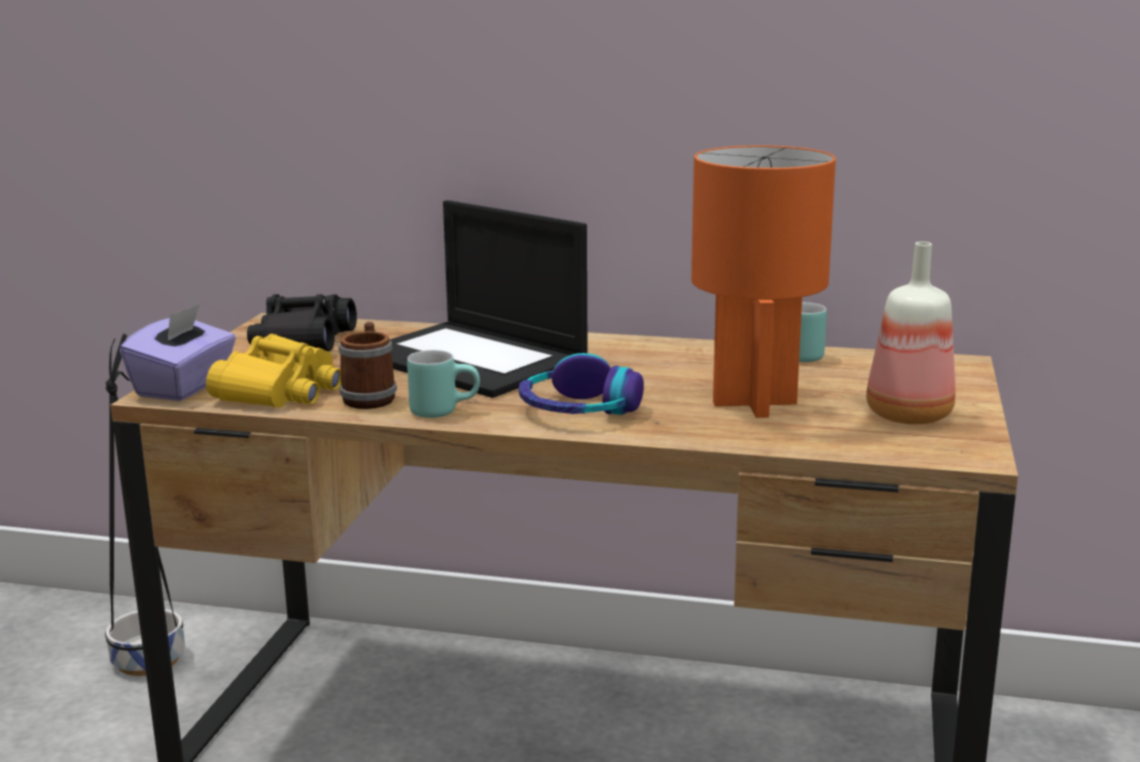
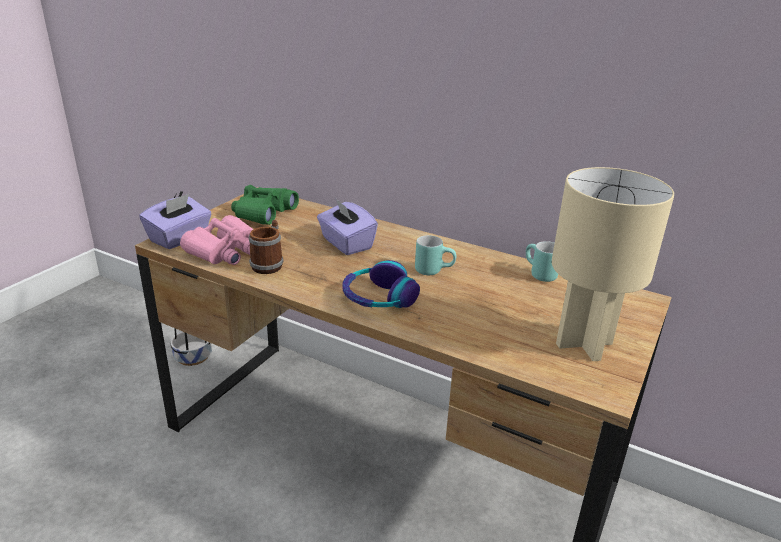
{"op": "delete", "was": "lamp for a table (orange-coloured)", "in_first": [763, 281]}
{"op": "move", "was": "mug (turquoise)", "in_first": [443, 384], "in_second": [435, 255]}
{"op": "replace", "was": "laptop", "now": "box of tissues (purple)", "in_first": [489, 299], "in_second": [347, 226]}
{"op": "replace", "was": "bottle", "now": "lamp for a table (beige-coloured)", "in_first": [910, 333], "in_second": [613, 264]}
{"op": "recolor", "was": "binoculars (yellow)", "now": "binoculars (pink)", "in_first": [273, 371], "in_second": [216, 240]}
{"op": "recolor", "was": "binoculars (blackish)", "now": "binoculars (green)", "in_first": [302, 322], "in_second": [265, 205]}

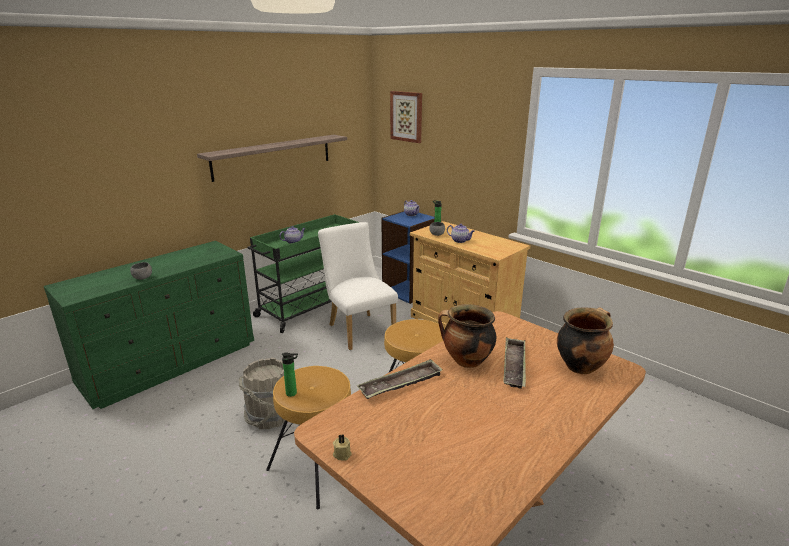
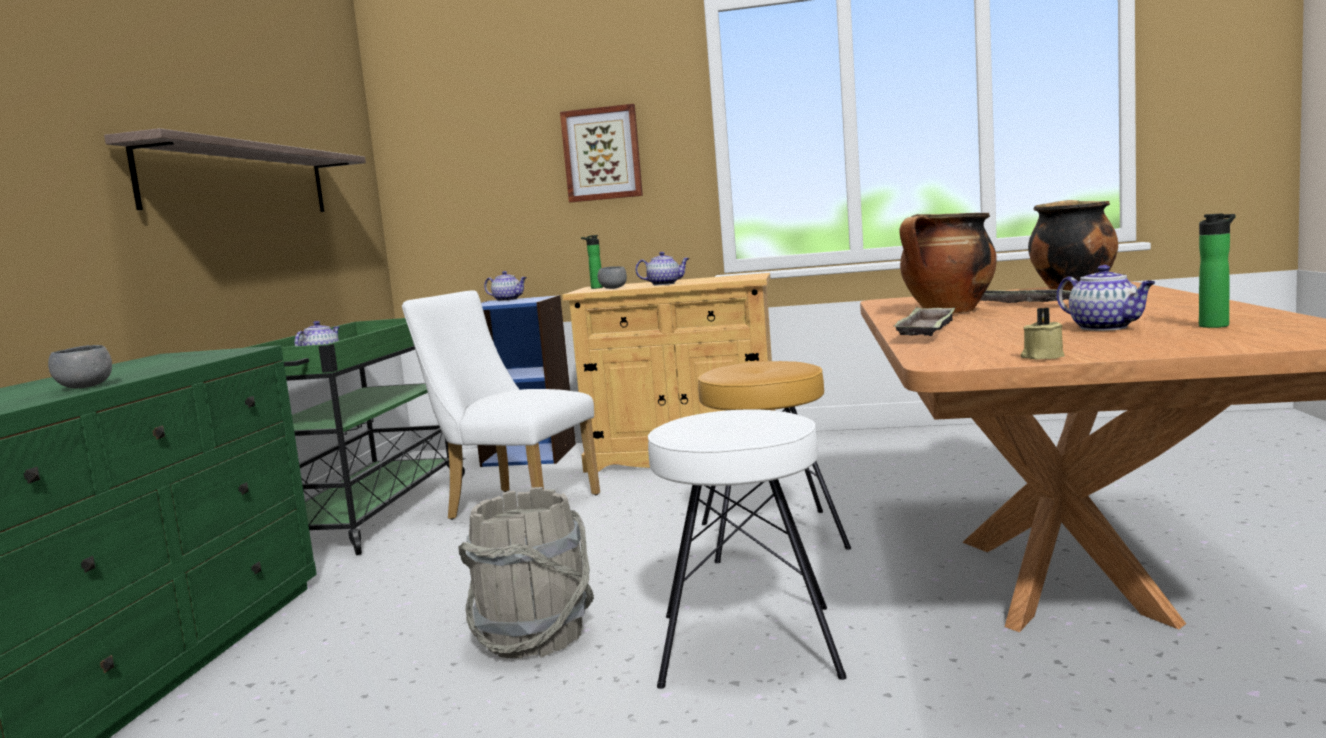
{"op": "insert", "now": "tea pot", "in_second": [1106, 298]}
{"op": "move", "was": "bottle", "in_first": [290, 374], "in_second": [1217, 270]}
{"op": "move", "was": "wall picture", "in_first": [406, 117], "in_second": [601, 153]}
{"op": "recolor", "was": "stool seat (brown-coloured)", "now": "stool seat (white)", "in_first": [308, 437], "in_second": [747, 549]}

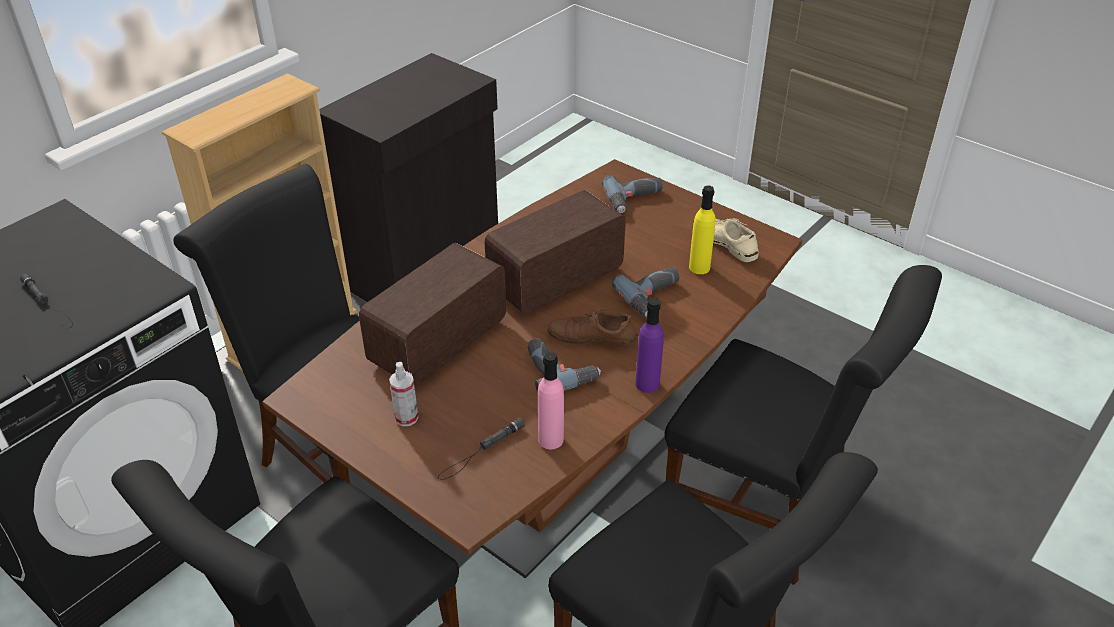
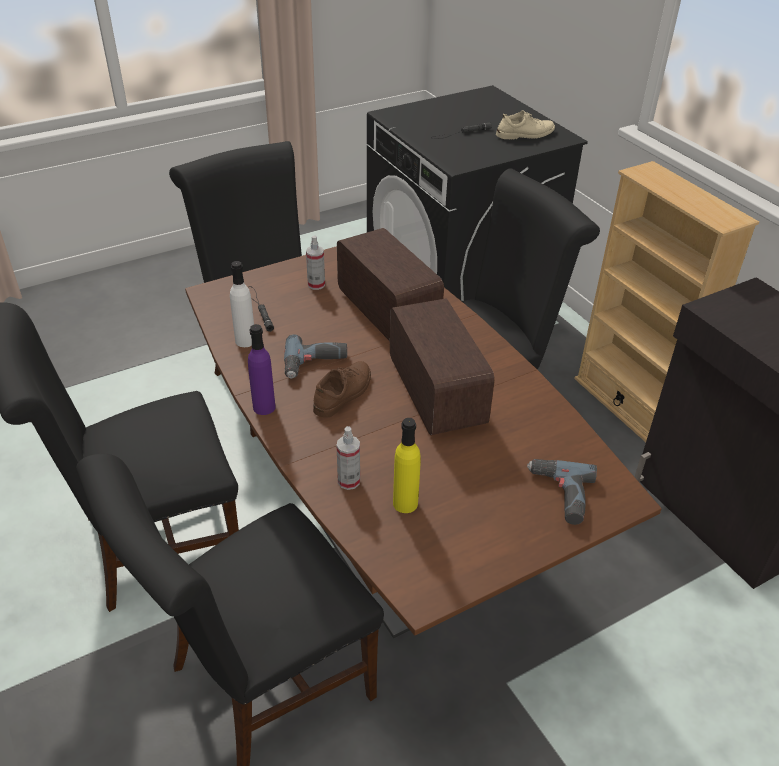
{"op": "delete", "was": "electric drill", "in_first": [645, 292]}
{"op": "insert", "now": "hand sprayer", "in_second": [348, 458]}
{"op": "move", "was": "item of footwear (beige-coloured)", "in_first": [725, 240], "in_second": [525, 124]}
{"op": "recolor", "was": "bottle (pink)", "now": "bottle (white)", "in_first": [551, 400], "in_second": [242, 304]}

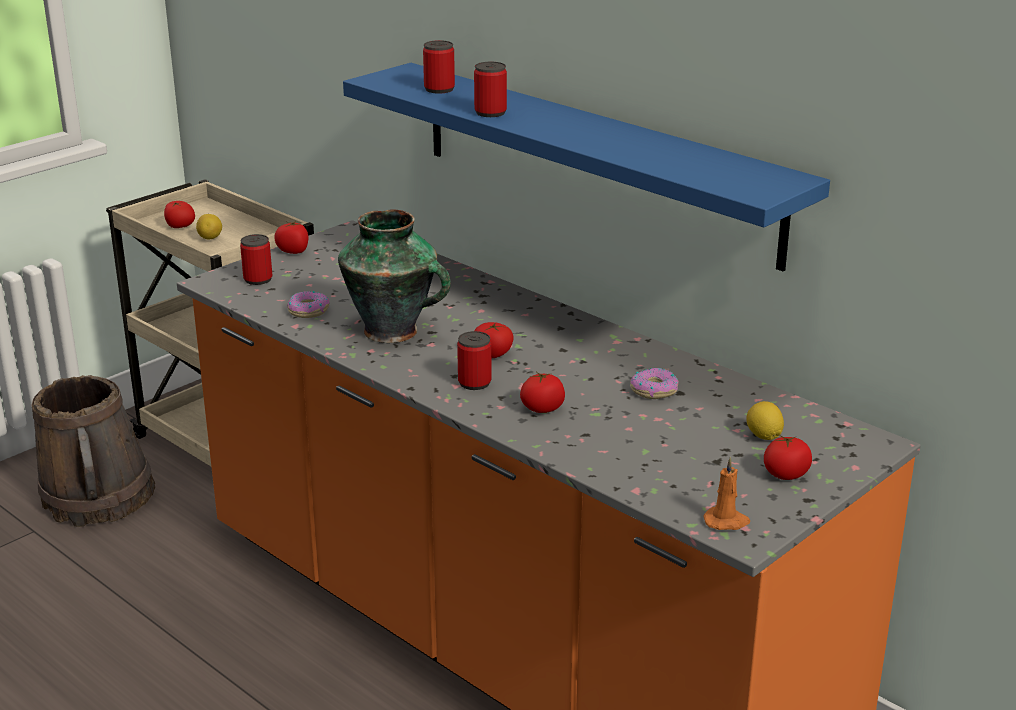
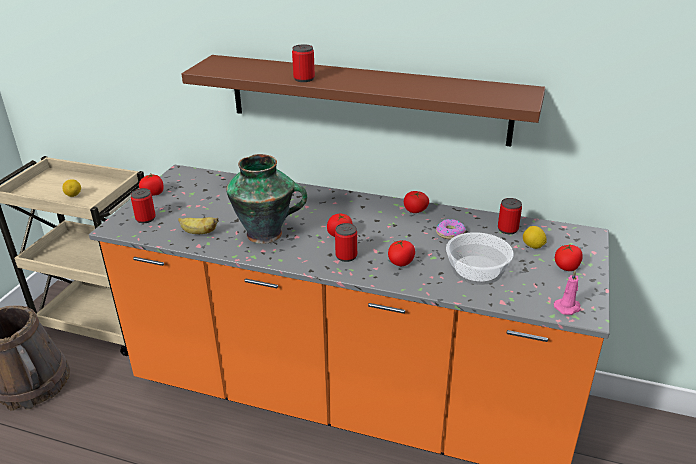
{"op": "insert", "now": "deep dish", "in_second": [479, 258]}
{"op": "move", "was": "whole tomato", "in_first": [179, 214], "in_second": [416, 202]}
{"op": "move", "was": "can", "in_first": [439, 67], "in_second": [510, 216]}
{"op": "replace", "was": "doughnut", "now": "banana", "in_first": [308, 304], "in_second": [198, 225]}
{"op": "recolor", "was": "shelf (blue-coloured)", "now": "shelf (brown-coloured)", "in_first": [586, 167], "in_second": [363, 101]}
{"op": "recolor", "was": "candle (orange-coloured)", "now": "candle (pink)", "in_first": [727, 493], "in_second": [567, 292]}

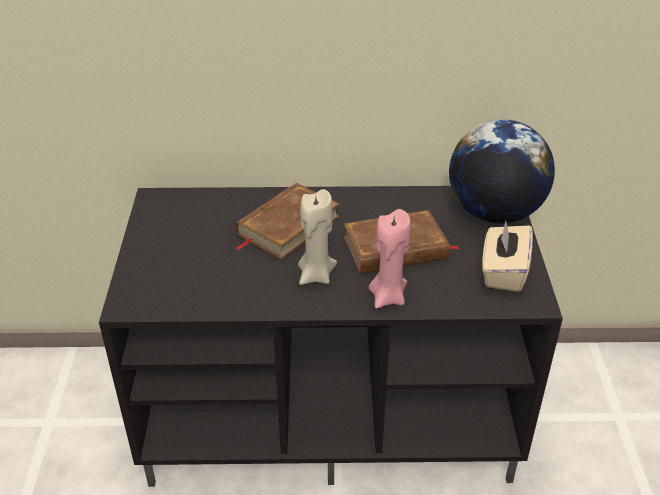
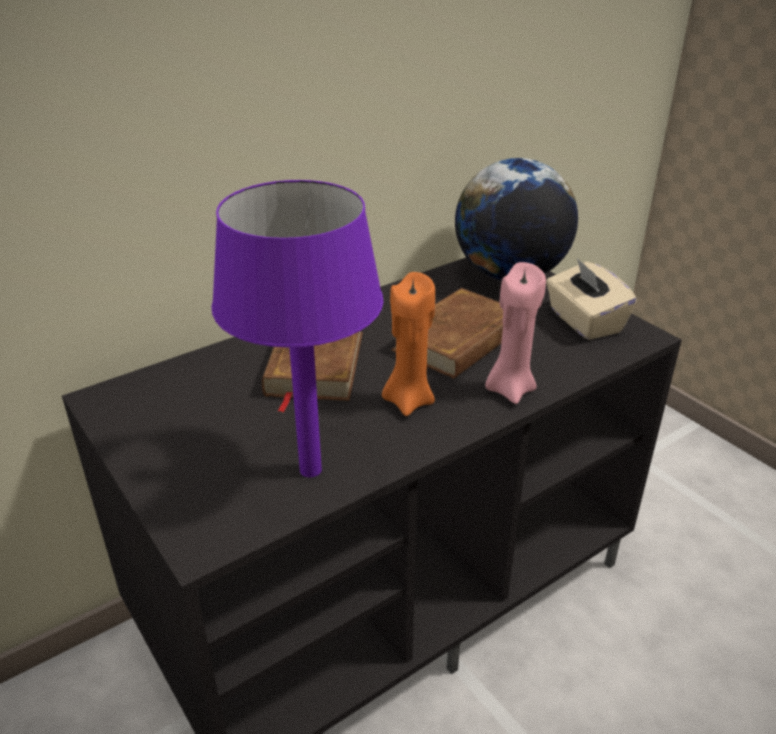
{"op": "insert", "now": "lamp for a table (purple)", "in_second": [297, 328]}
{"op": "recolor", "was": "candle (beige-coloured)", "now": "candle (orange-coloured)", "in_first": [317, 237], "in_second": [408, 344]}

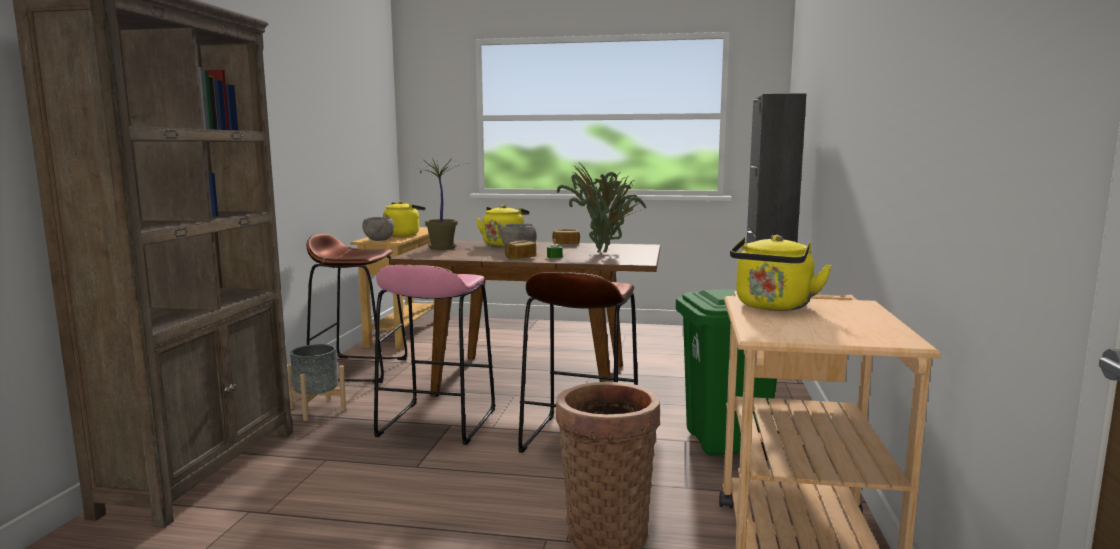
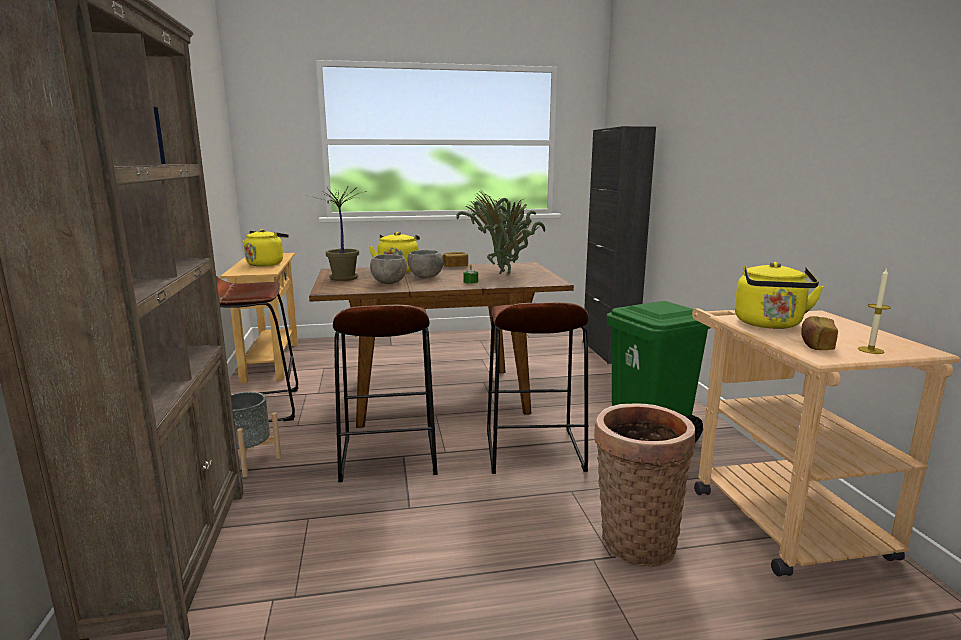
{"op": "insert", "now": "candle", "in_second": [874, 310]}
{"op": "move", "was": "deep dish (greyish)", "in_first": [378, 229], "in_second": [388, 269]}
{"op": "move", "was": "bread", "in_first": [520, 250], "in_second": [819, 333]}
{"op": "recolor", "was": "stool seat (pink)", "now": "stool seat (brown-coloured)", "in_first": [434, 355], "in_second": [385, 393]}

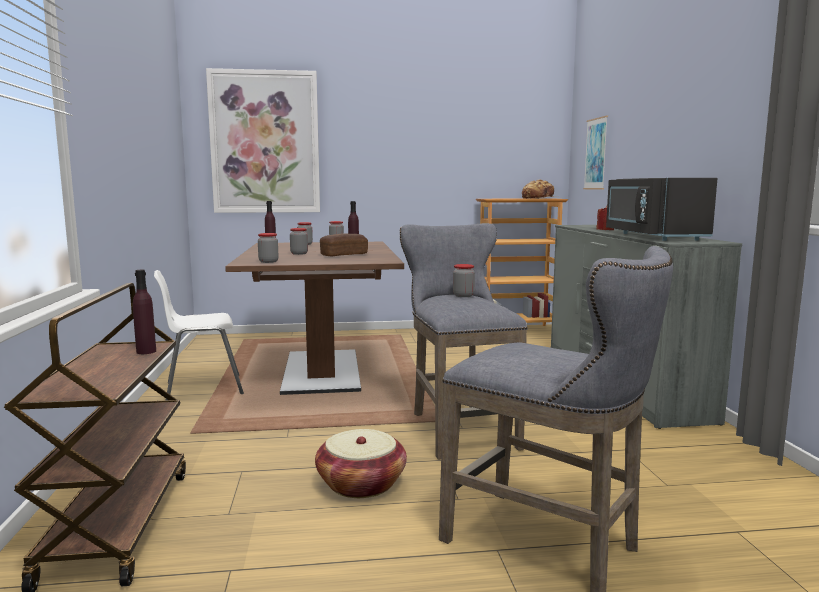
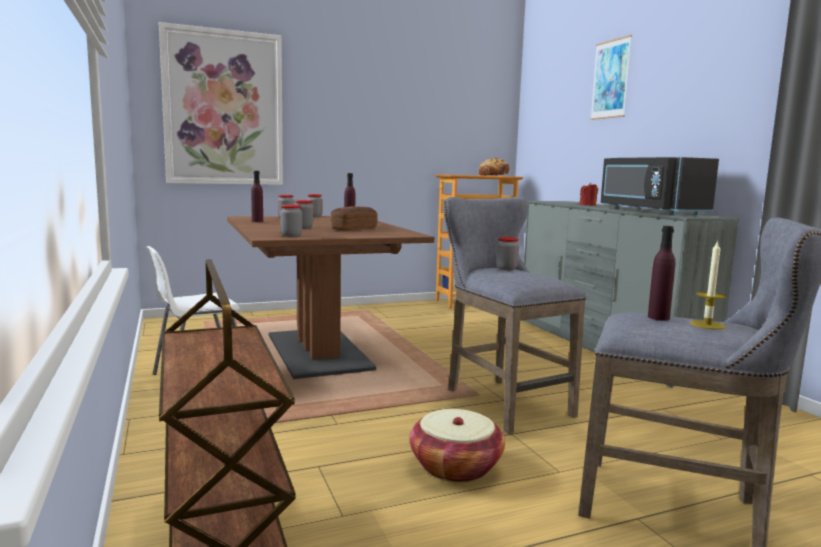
{"op": "insert", "now": "candle", "in_second": [708, 285]}
{"op": "move", "was": "bottle (purple)", "in_first": [144, 312], "in_second": [662, 273]}
{"op": "move", "was": "wall picture", "in_first": [595, 153], "in_second": [611, 77]}

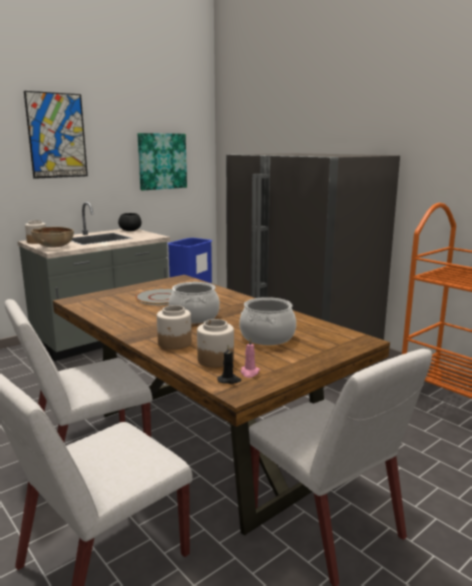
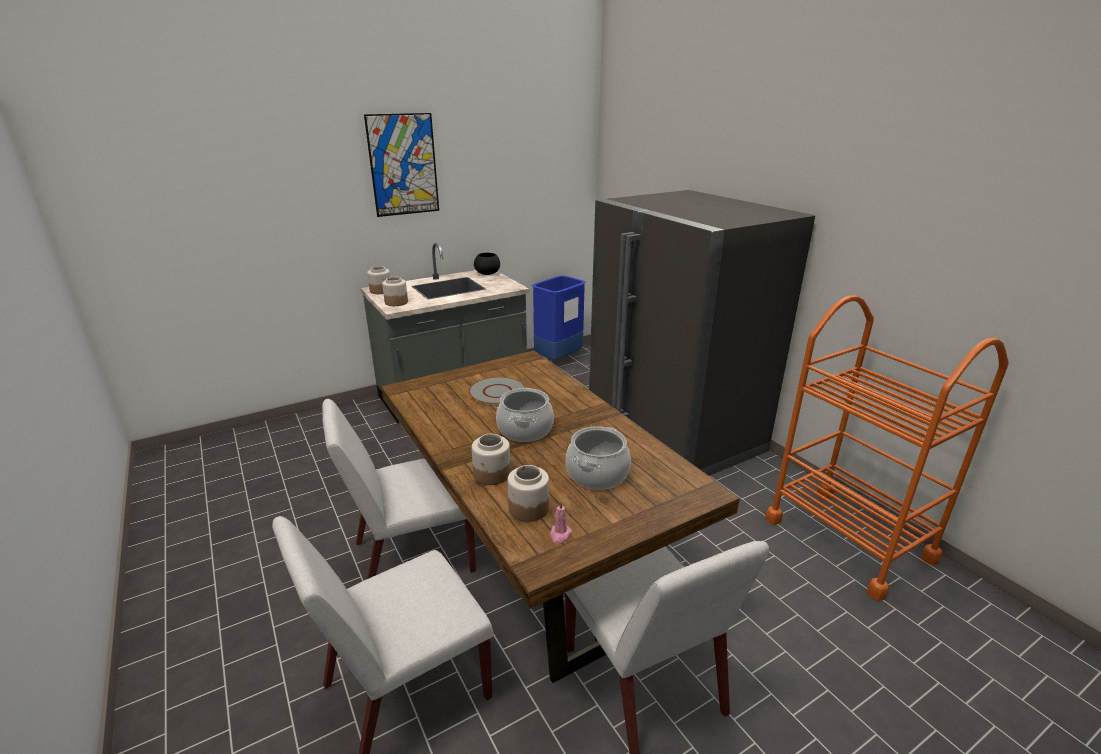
{"op": "delete", "was": "wall picture", "in_first": [162, 162]}
{"op": "delete", "was": "candle (blackish)", "in_first": [229, 364]}
{"op": "replace", "was": "deep dish (brown-coloured)", "now": "storage jar", "in_first": [52, 237], "in_second": [395, 291]}

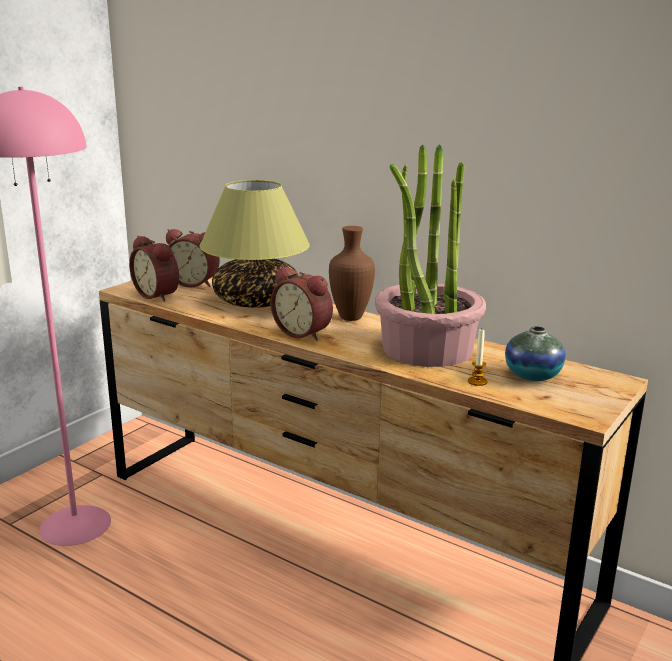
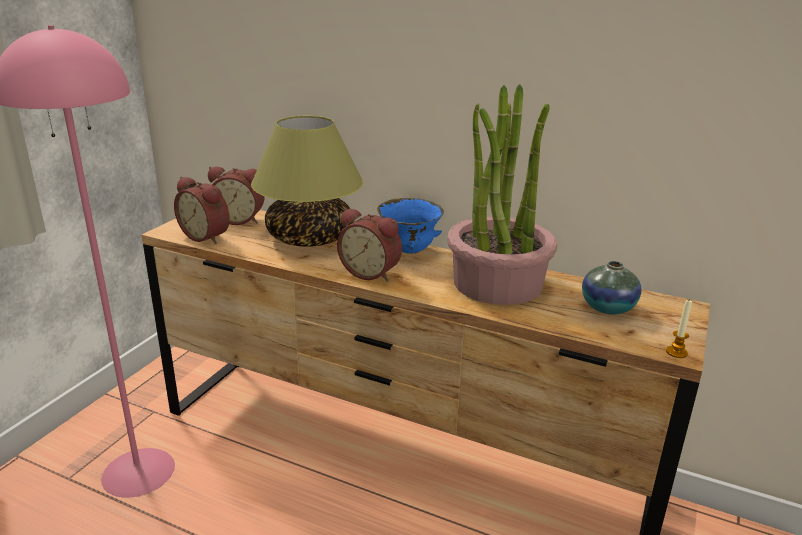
{"op": "move", "was": "candle", "in_first": [477, 357], "in_second": [679, 329]}
{"op": "replace", "was": "decorative vase (brown-coloured)", "now": "deep dish (blue-coloured)", "in_first": [352, 273], "in_second": [410, 226]}

